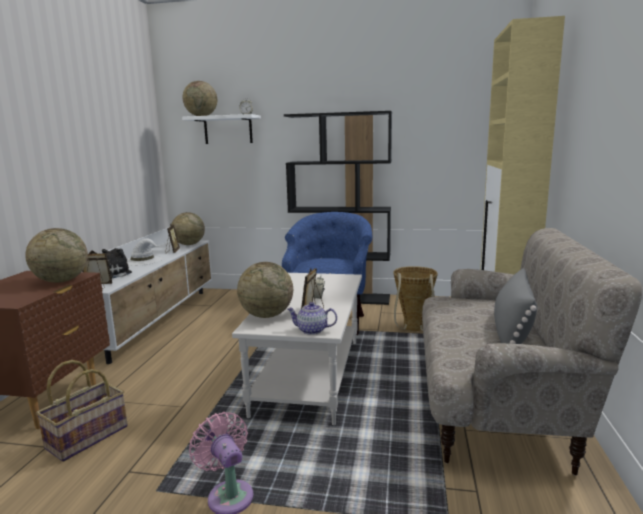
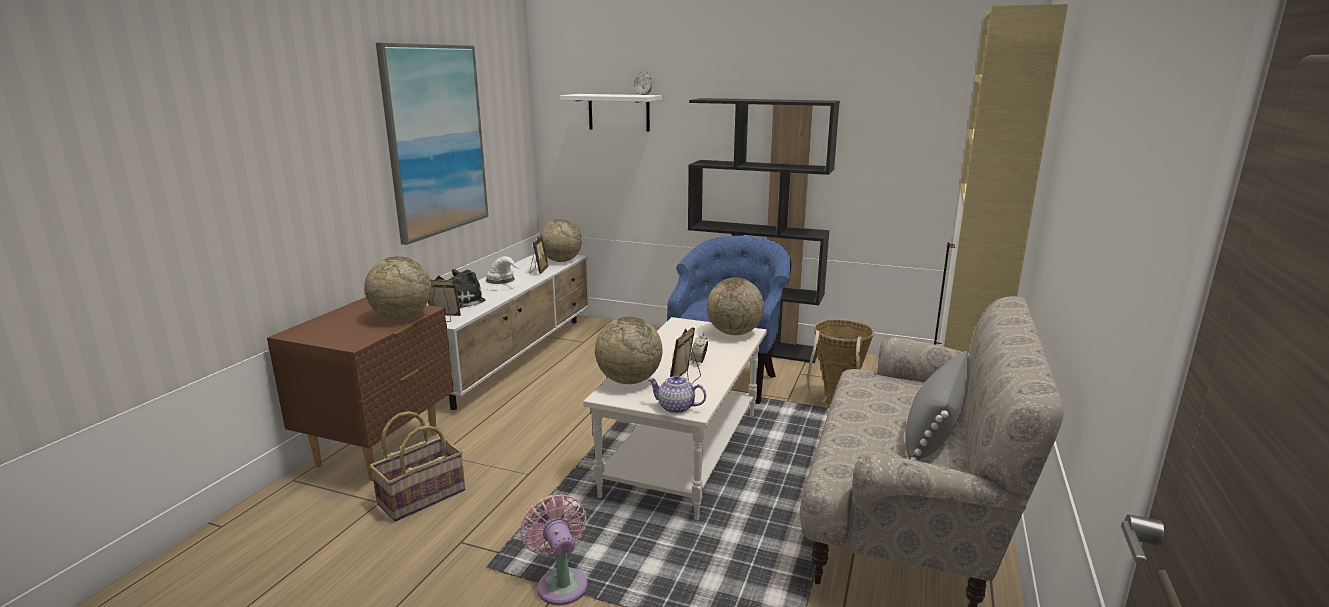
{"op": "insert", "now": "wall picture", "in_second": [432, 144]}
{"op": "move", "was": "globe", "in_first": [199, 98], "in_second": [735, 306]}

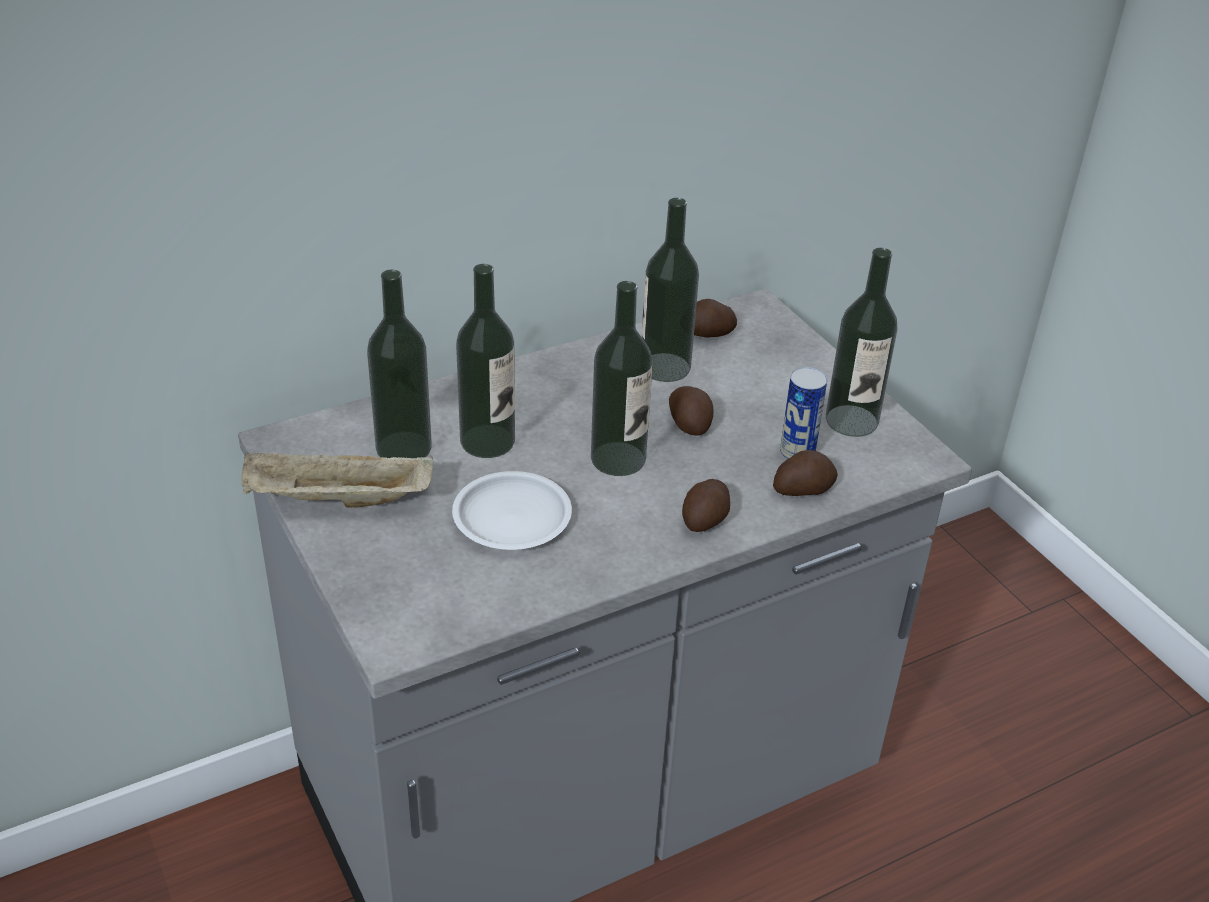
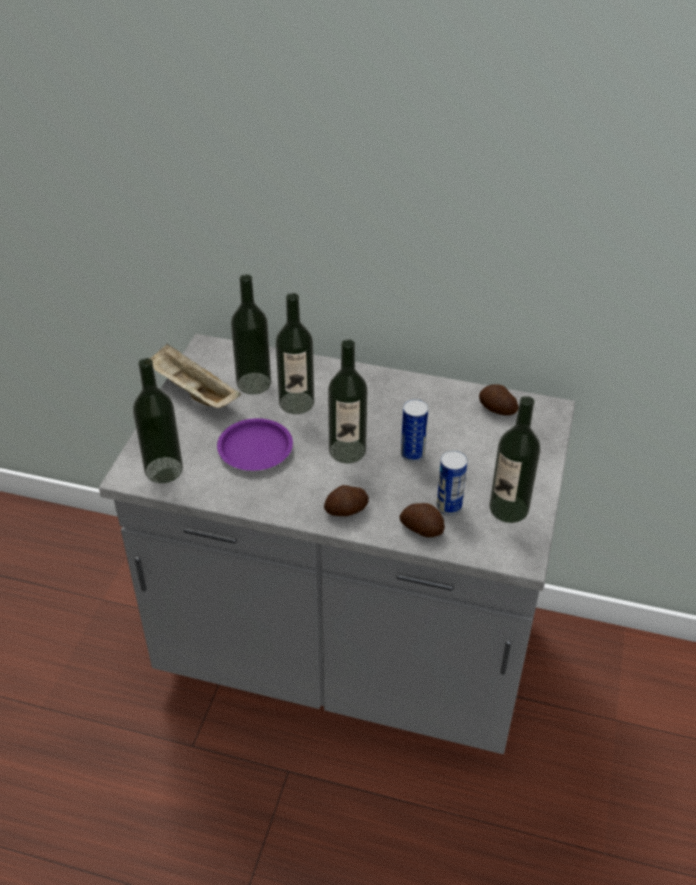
{"op": "move", "was": "bottle", "in_first": [670, 290], "in_second": [158, 420]}
{"op": "replace", "was": "whole potato", "now": "can", "in_first": [691, 411], "in_second": [414, 430]}
{"op": "recolor", "was": "flat dish (white)", "now": "flat dish (purple)", "in_first": [512, 510], "in_second": [255, 444]}

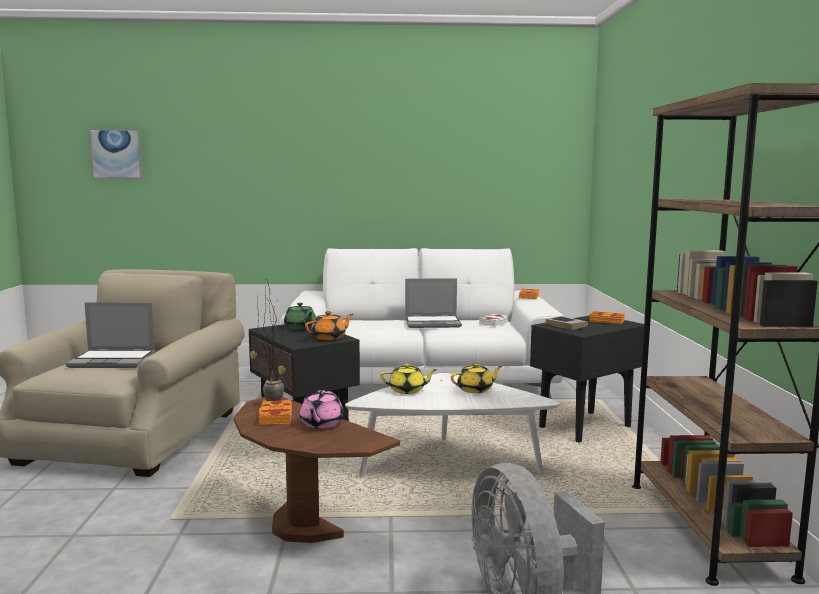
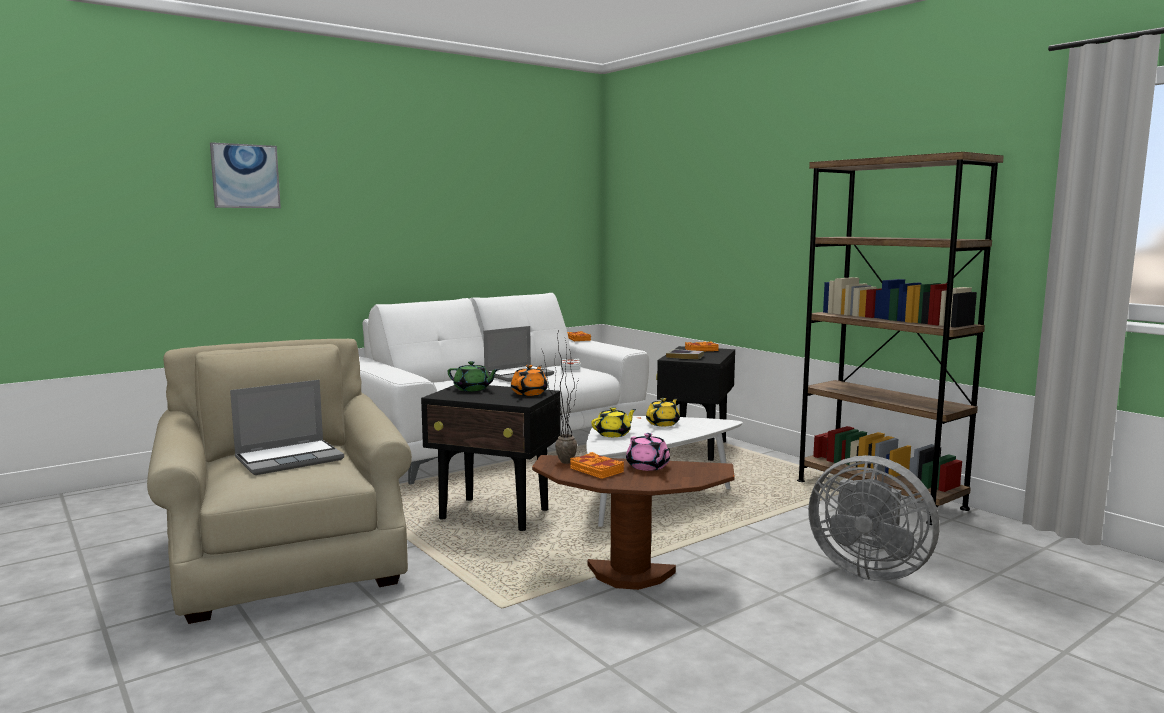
{"op": "move", "was": "wall picture", "in_first": [116, 154], "in_second": [245, 175]}

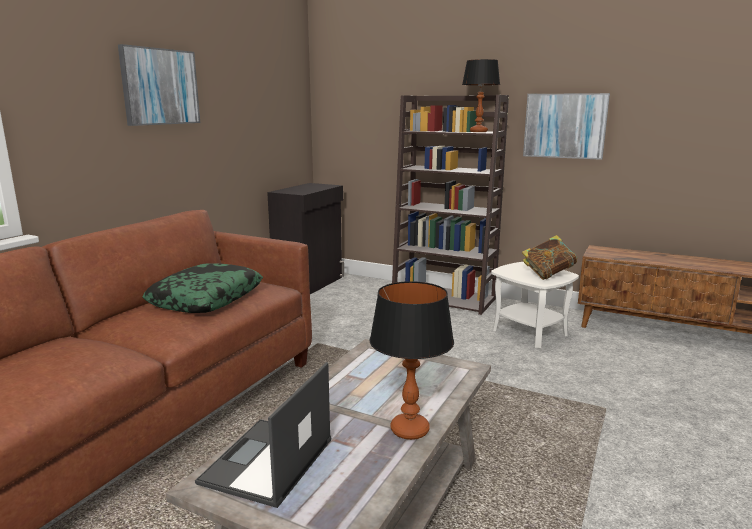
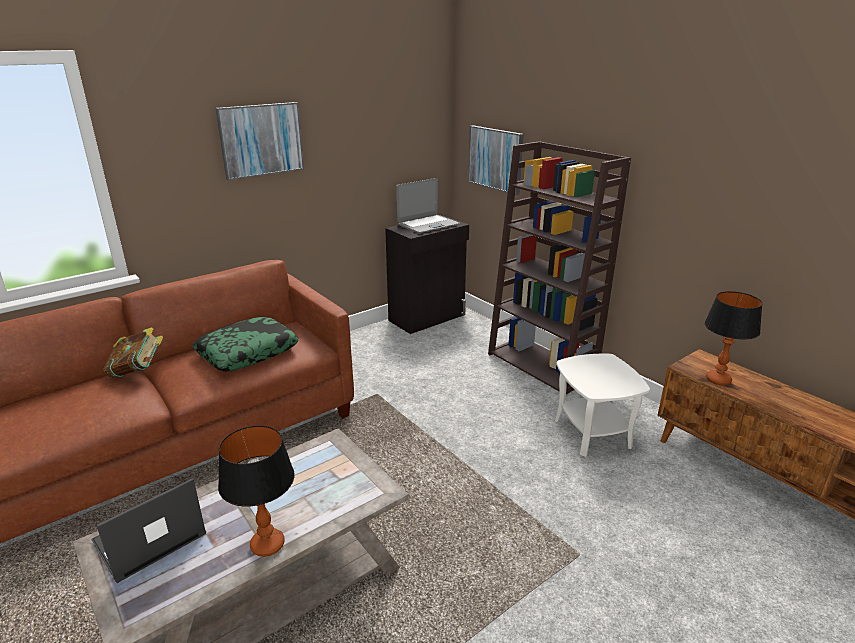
{"op": "insert", "now": "laptop", "in_second": [428, 205]}
{"op": "move", "was": "lamp for a table", "in_first": [481, 95], "in_second": [733, 338]}
{"op": "move", "was": "bound book", "in_first": [550, 257], "in_second": [133, 352]}
{"op": "move", "was": "wall picture", "in_first": [566, 126], "in_second": [496, 160]}

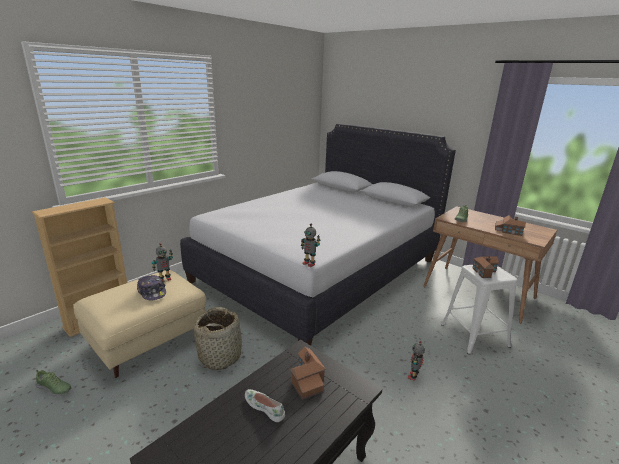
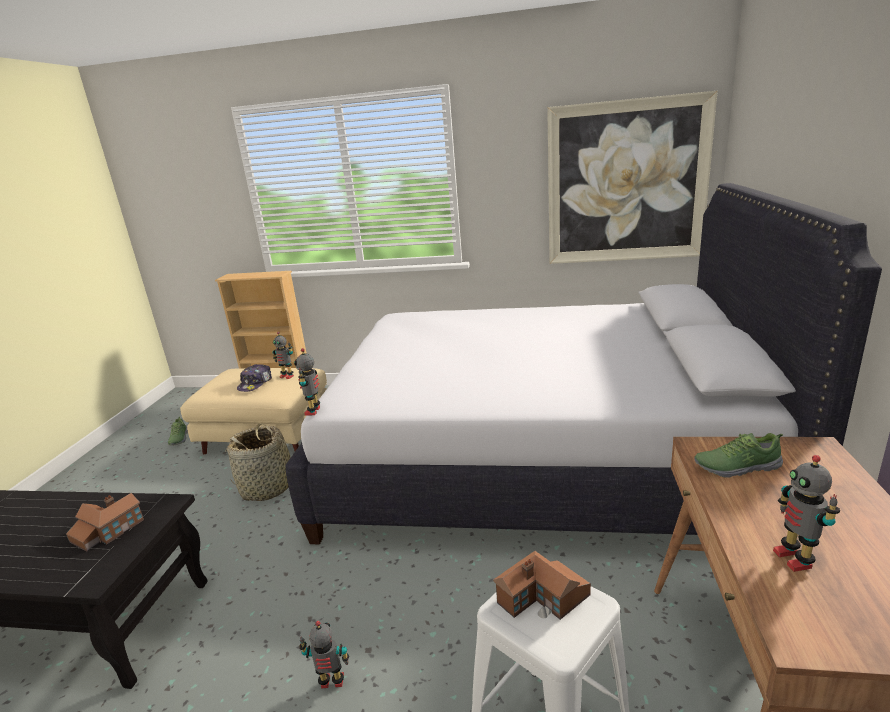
{"op": "delete", "was": "item of footwear (white)", "in_first": [265, 405]}
{"op": "insert", "now": "wall picture", "in_second": [632, 177]}
{"op": "replace", "was": "miniature house", "now": "toy robot", "in_first": [510, 225], "in_second": [806, 513]}

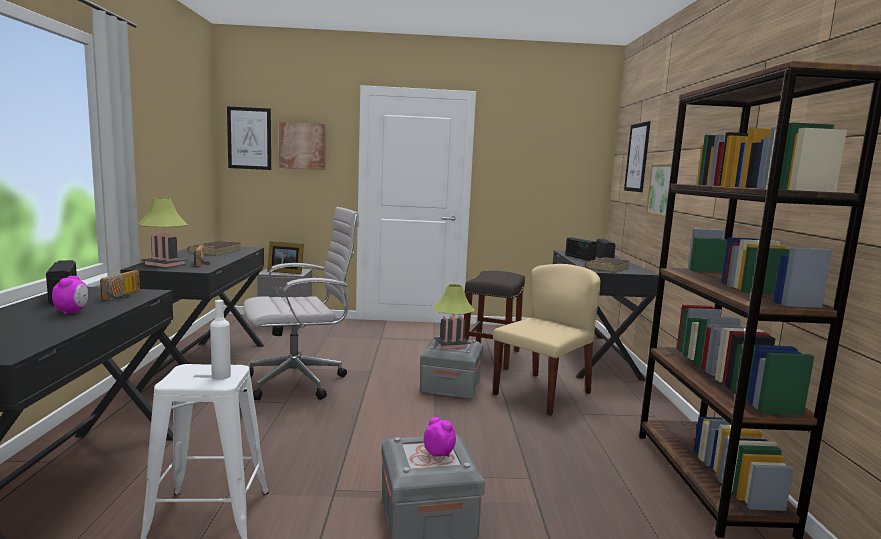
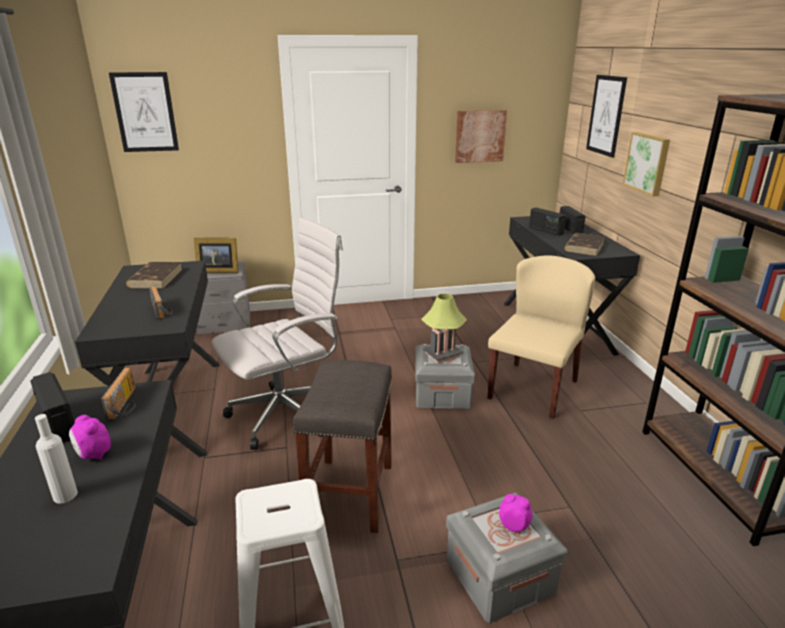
{"op": "delete", "was": "lamp for a table", "in_first": [163, 232]}
{"op": "move", "was": "bottle (white)", "in_first": [220, 340], "in_second": [56, 459]}
{"op": "move", "was": "wall picture", "in_first": [302, 146], "in_second": [481, 136]}
{"op": "move", "was": "stool seat (greyish)", "in_first": [494, 320], "in_second": [342, 446]}
{"op": "rotate", "was": "table clock", "in_first": [70, 295], "in_second": [90, 437], "clockwise": 150}

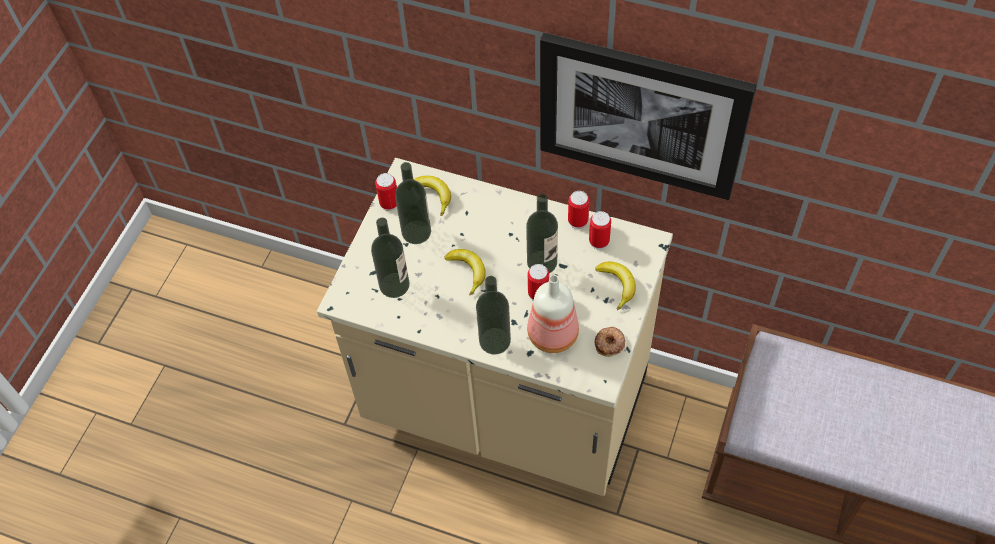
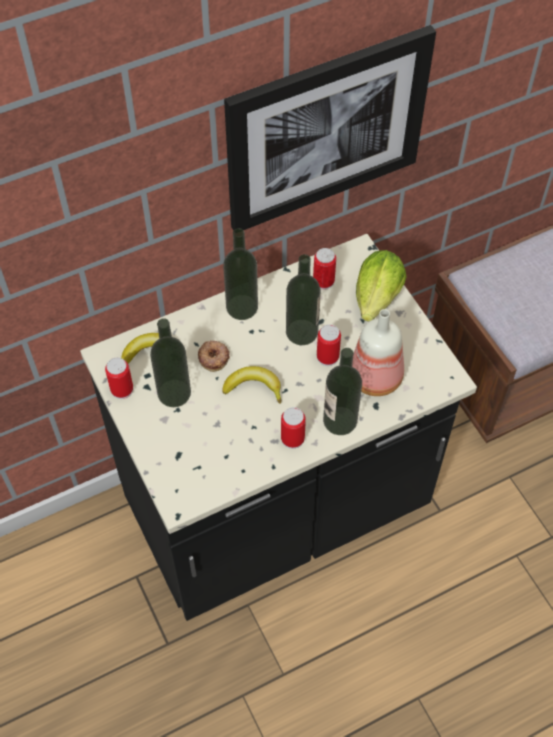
{"op": "move", "was": "bottle", "in_first": [390, 258], "in_second": [240, 274]}
{"op": "move", "was": "can", "in_first": [578, 210], "in_second": [293, 428]}
{"op": "move", "was": "doughnut", "in_first": [610, 342], "in_second": [214, 356]}
{"op": "replace", "was": "banana", "now": "lettuce", "in_first": [615, 286], "in_second": [381, 286]}
{"op": "recolor", "was": "kitchen counter (beige-coloured)", "now": "kitchen counter (blackish)", "in_first": [495, 327], "in_second": [278, 427]}

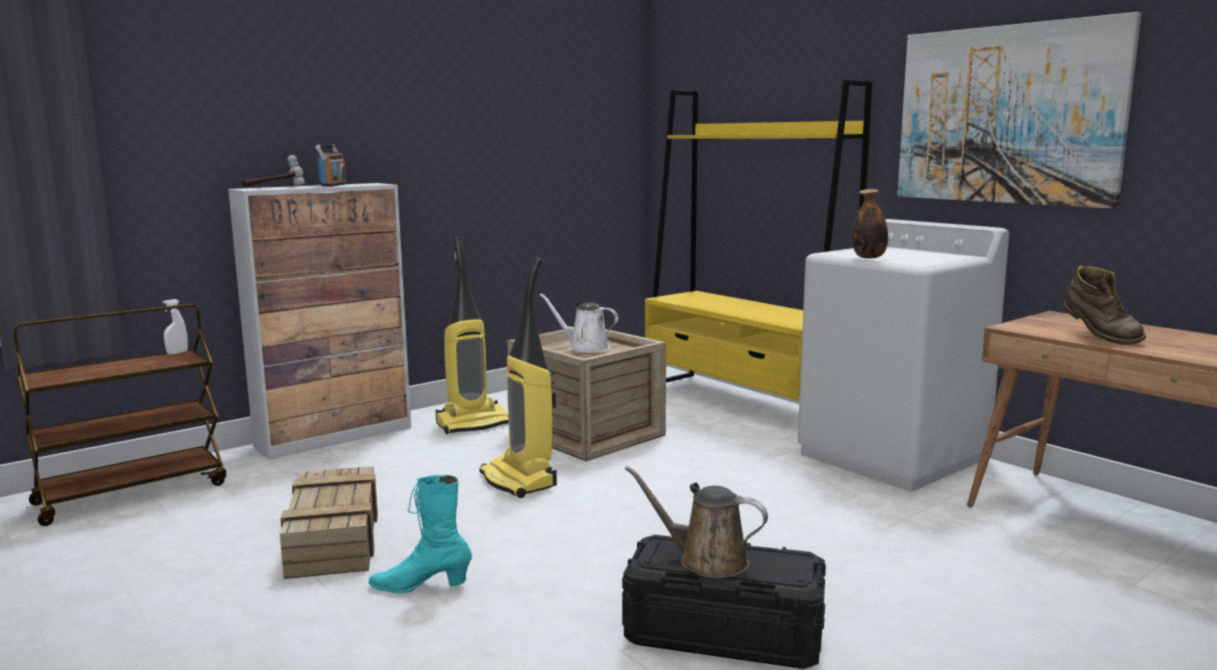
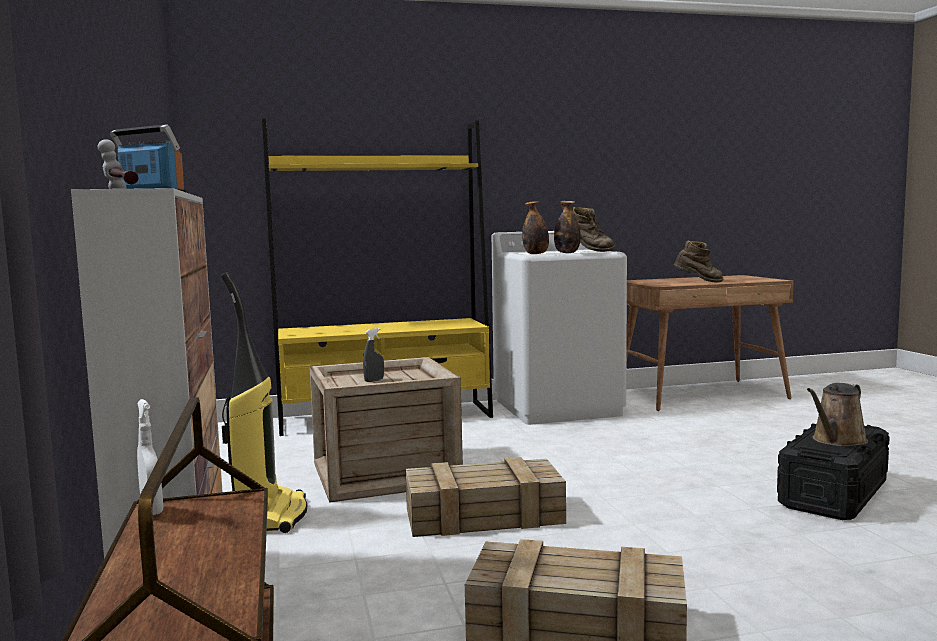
{"op": "delete", "was": "tall boot (turquoise)", "in_first": [420, 534]}
{"op": "delete", "was": "wall picture", "in_first": [1019, 110]}
{"op": "insert", "now": "bottle", "in_second": [535, 227]}
{"op": "insert", "now": "tall boot (brown-coloured)", "in_second": [593, 229]}
{"op": "replace", "was": "vacuum cleaner", "now": "crate", "in_first": [518, 377], "in_second": [485, 497]}
{"op": "replace", "was": "watering can (white)", "now": "hand sprayer (greyish)", "in_first": [578, 323], "in_second": [373, 355]}

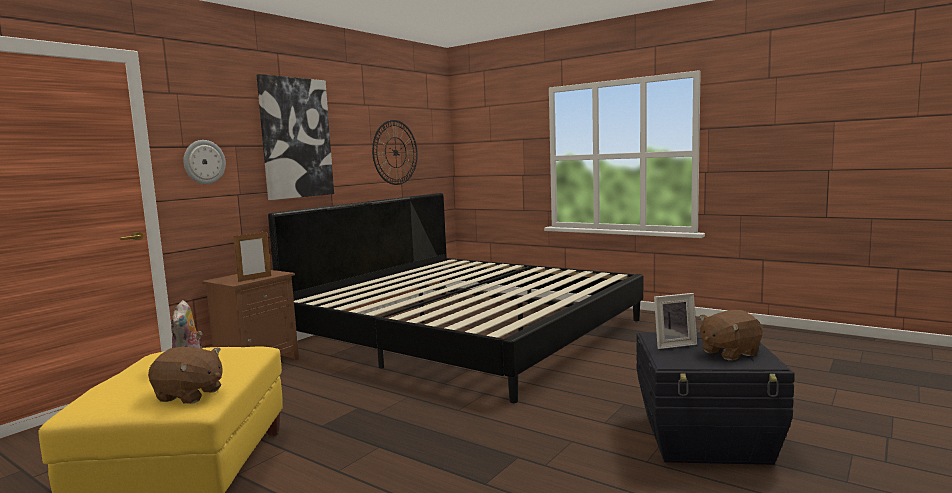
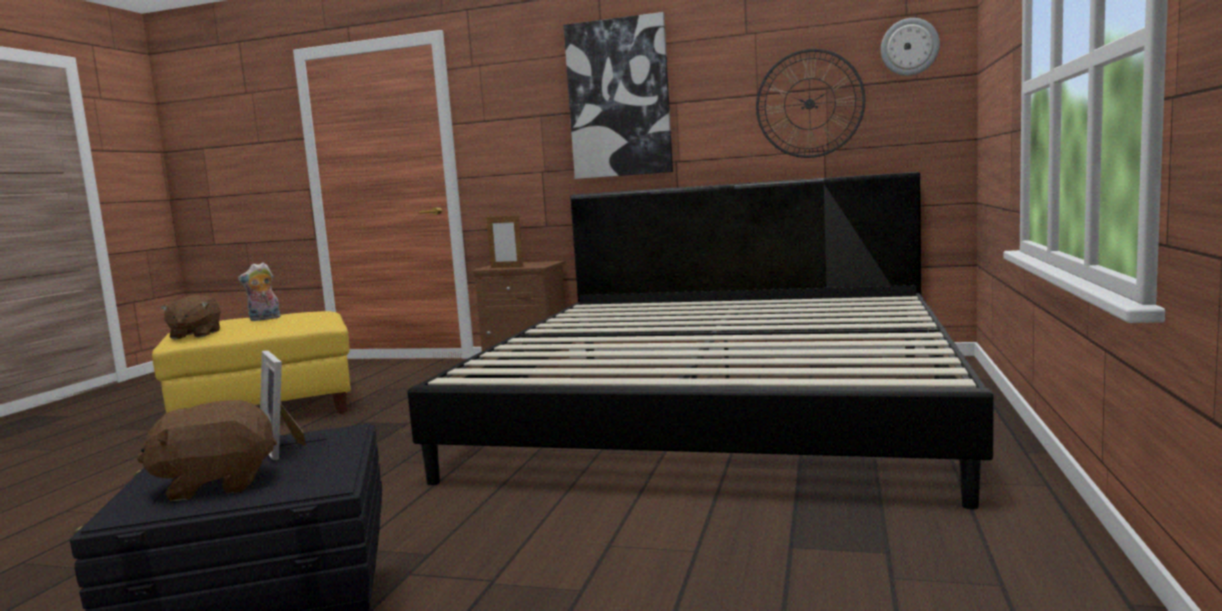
{"op": "move", "was": "wall clock", "in_first": [204, 162], "in_second": [910, 47]}
{"op": "rotate", "was": "plush toy (brown-coloured)", "in_first": [731, 335], "in_second": [207, 450], "clockwise": -60}

